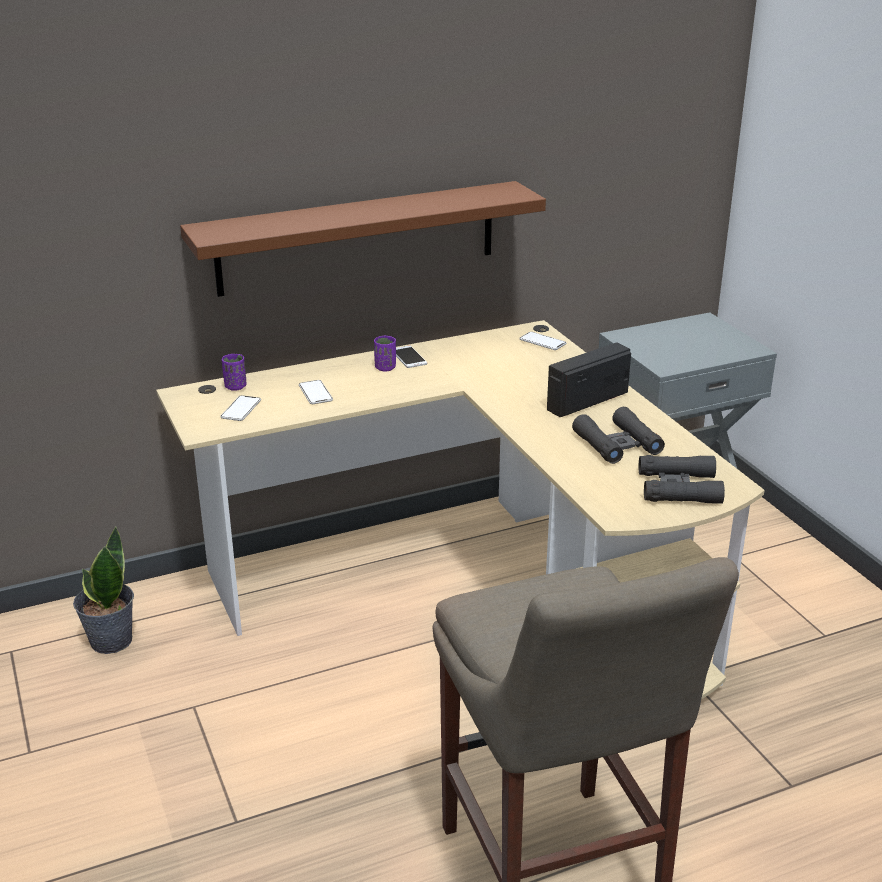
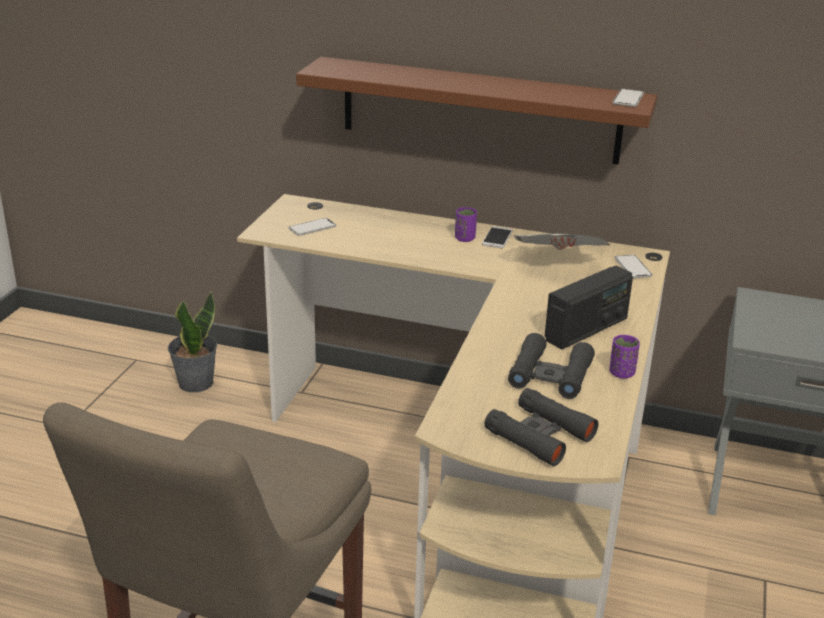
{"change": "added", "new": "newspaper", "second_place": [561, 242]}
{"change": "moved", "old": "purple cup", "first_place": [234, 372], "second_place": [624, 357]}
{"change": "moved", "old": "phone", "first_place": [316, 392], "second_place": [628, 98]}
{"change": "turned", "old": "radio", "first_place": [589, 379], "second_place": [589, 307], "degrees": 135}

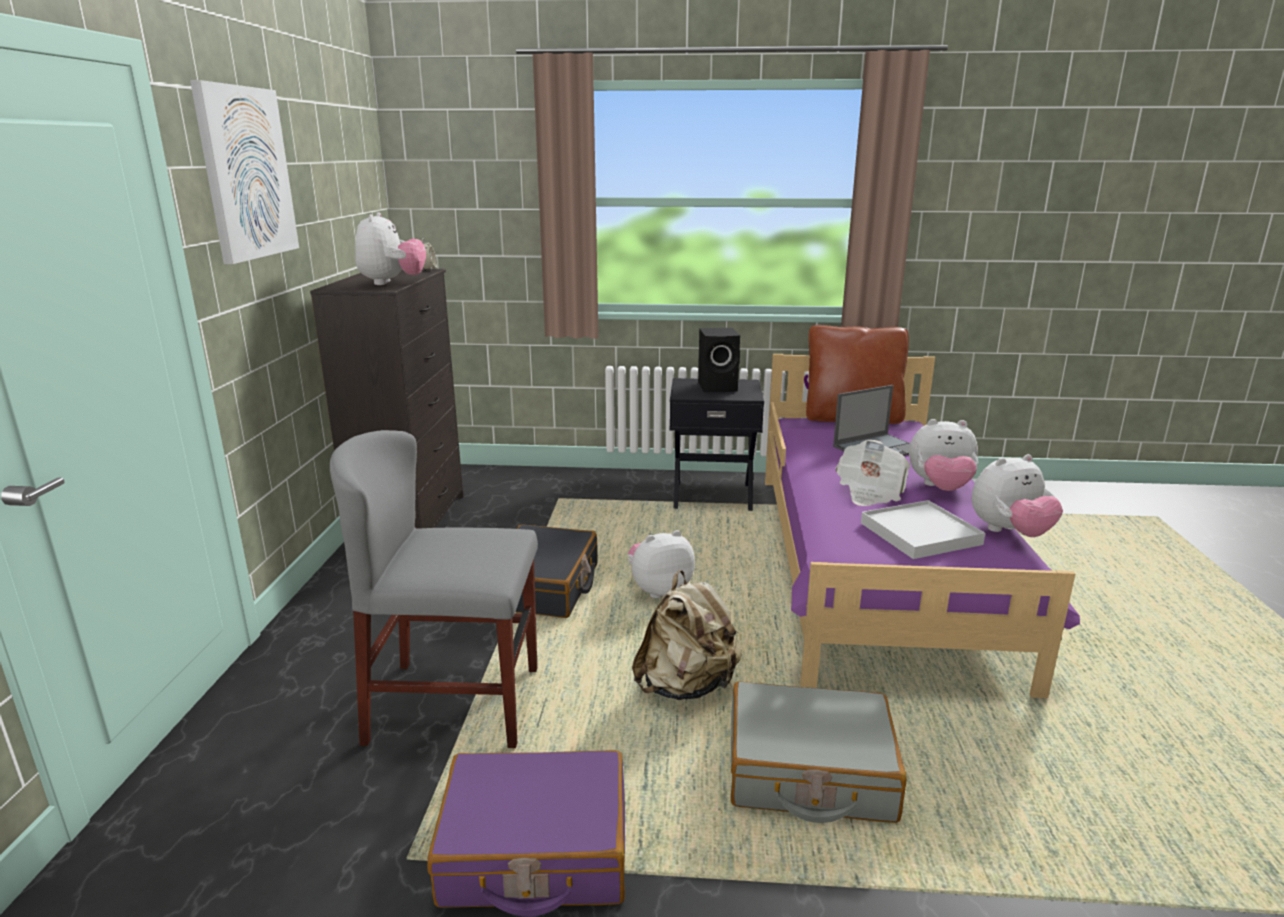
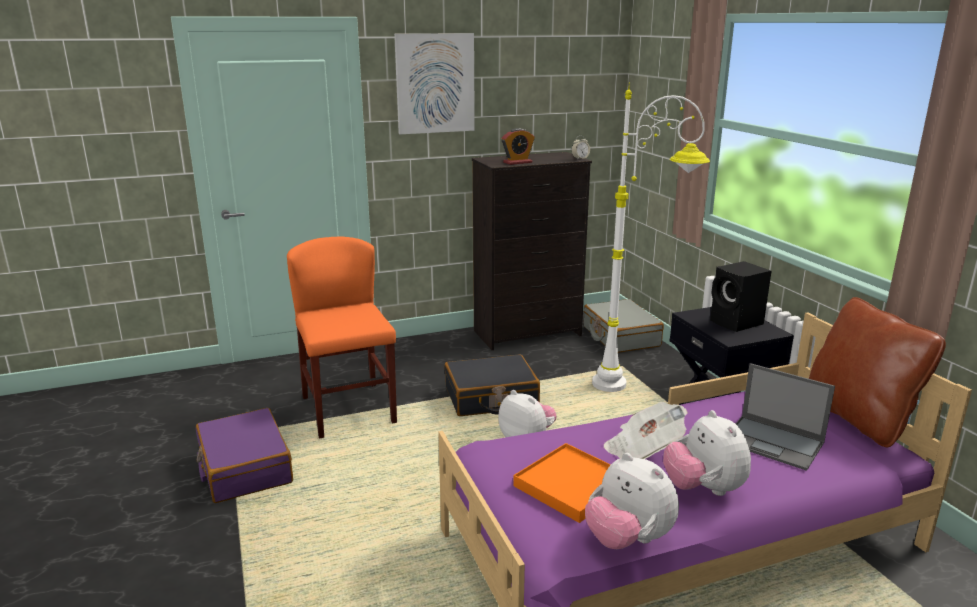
{"change": "removed", "old": "beige backpack", "first_place": [687, 635]}
{"change": "added", "new": "white floor lamp", "second_place": [651, 237]}
{"change": "moved", "old": "grey suitcase", "first_place": [819, 752], "second_place": [624, 326]}
{"change": "replaced", "old": "plush toy", "new": "alarm clock", "first_place": [390, 248], "second_place": [518, 146]}
{"change": "recoloured", "old": "grey chair", "new": "orange chair", "first_place": [434, 589], "second_place": [342, 337]}
{"change": "recoloured", "old": "white tray", "new": "orange tray", "first_place": [923, 529], "second_place": [562, 483]}

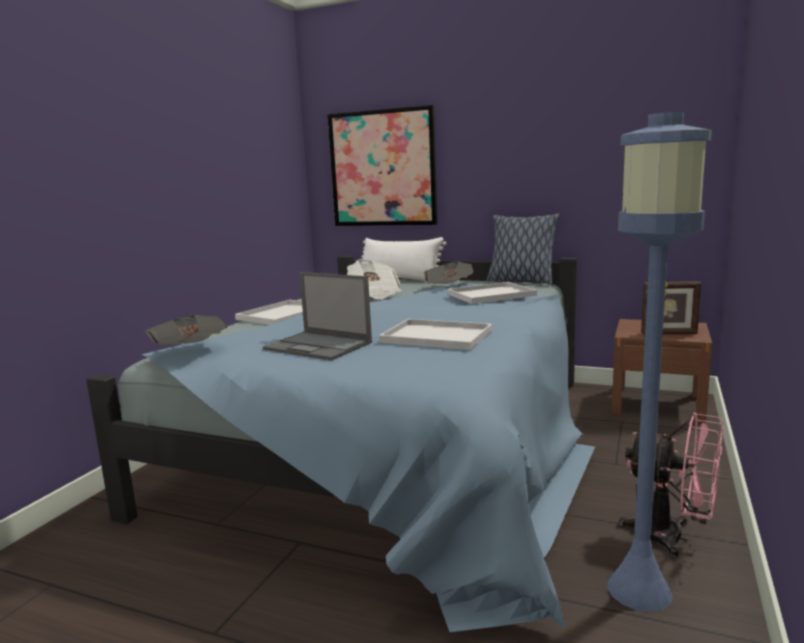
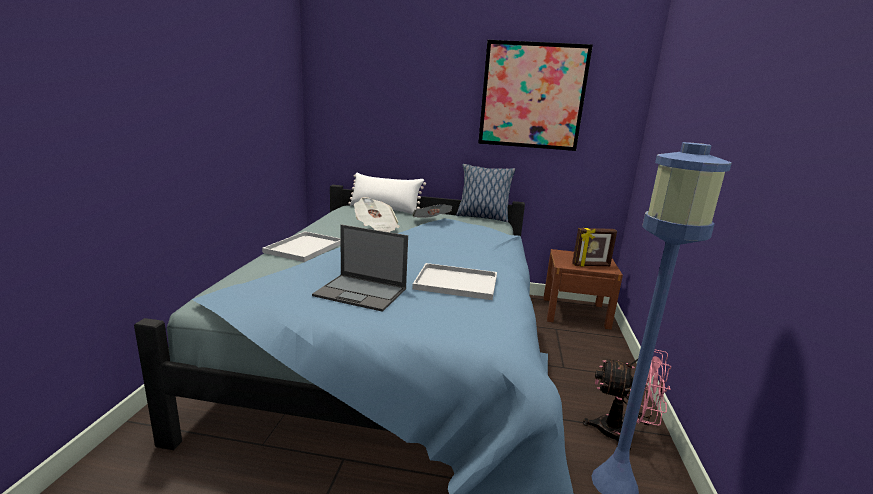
{"change": "removed", "old": "newspaper", "first_place": [185, 330]}
{"change": "removed", "old": "white tray", "first_place": [492, 293]}
{"change": "moved", "old": "picture", "first_place": [382, 165], "second_place": [535, 95]}

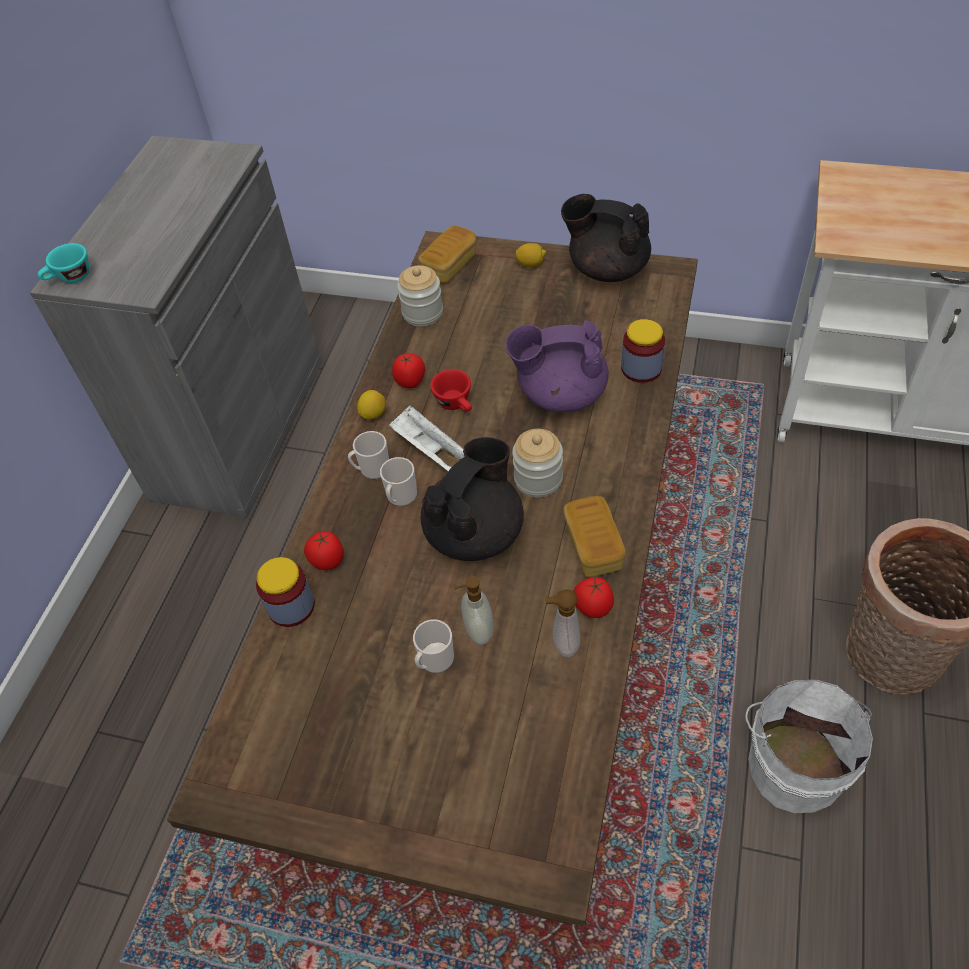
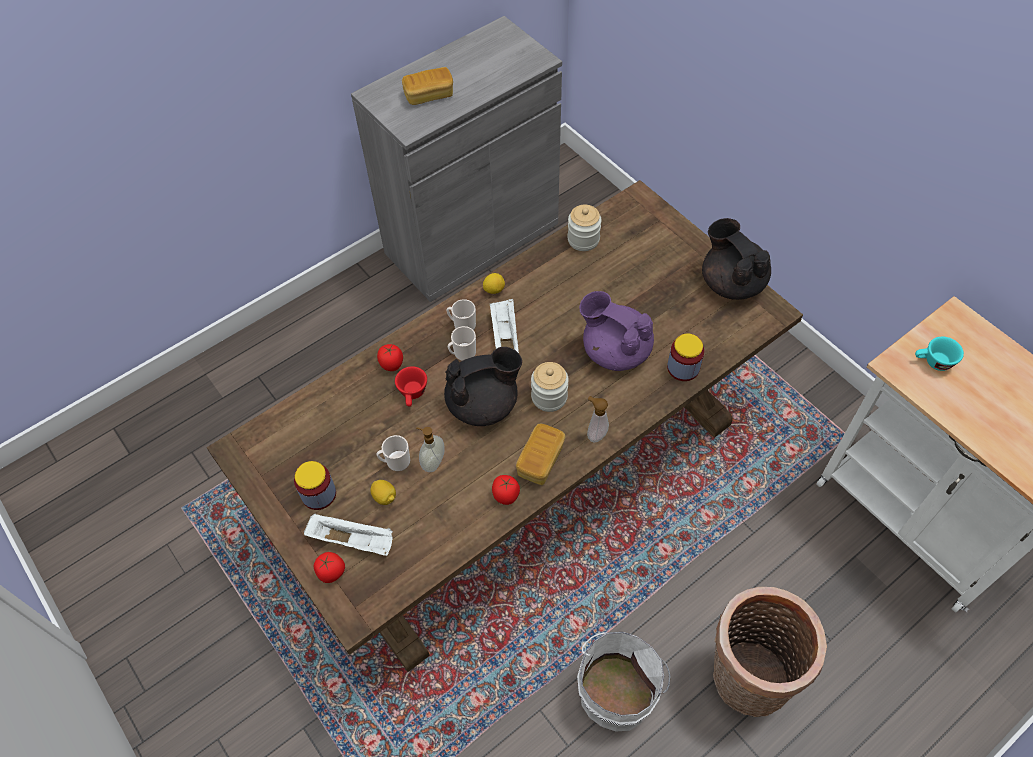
{"change": "added", "new": "white tray", "second_place": [348, 534]}
{"change": "moved", "old": "turquoise cup", "first_place": [63, 263], "second_place": [939, 354]}
{"change": "moved", "old": "jar", "first_place": [285, 592], "second_place": [315, 485]}
{"change": "moved", "old": "tomato", "first_place": [408, 370], "second_place": [329, 567]}
{"change": "moved", "old": "bread", "first_place": [447, 254], "second_place": [427, 86]}
{"change": "moved", "old": "red cup", "first_place": [451, 390], "second_place": [411, 386]}
{"change": "moved", "old": "lemon", "first_place": [530, 255], "second_place": [383, 492]}
{"change": "moved", "old": "soap dispenser", "first_place": [562, 623], "second_place": [598, 419]}

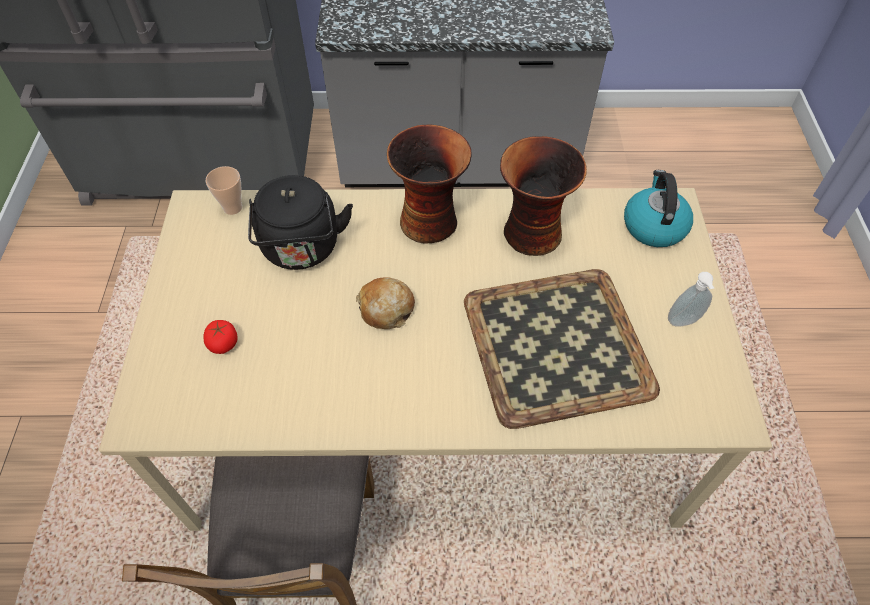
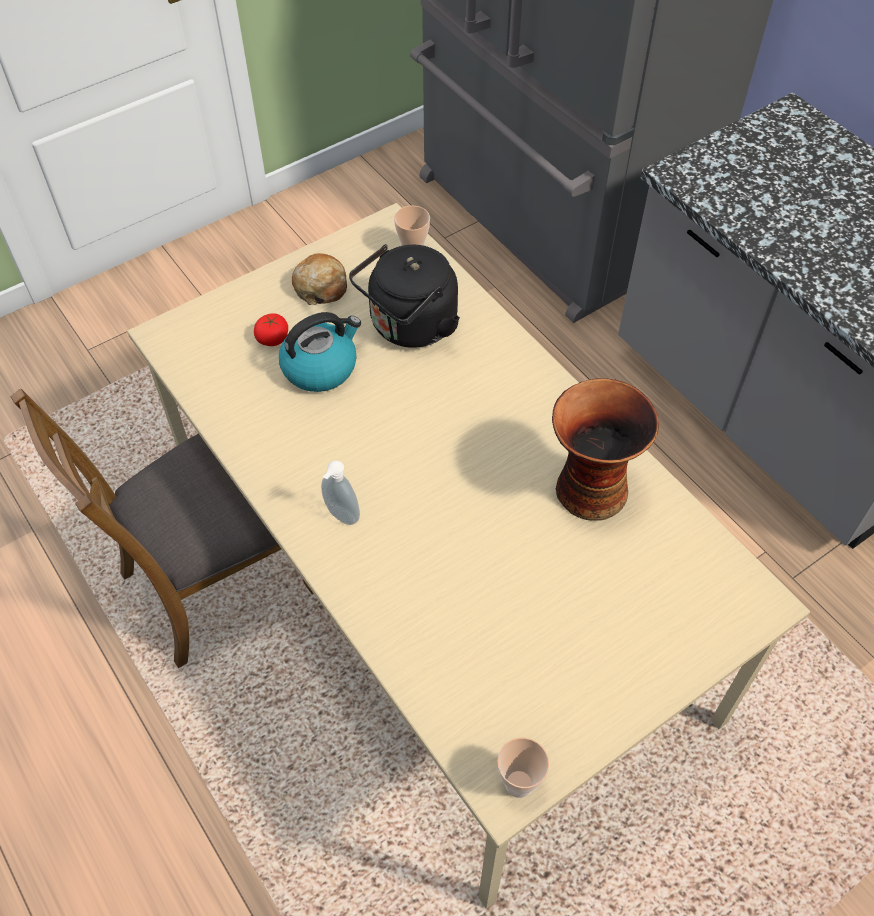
{"change": "removed", "old": "vase", "first_place": [429, 184]}
{"change": "removed", "old": "tray", "first_place": [562, 349]}
{"change": "added", "new": "cup", "second_place": [523, 767]}
{"change": "moved", "old": "bread", "first_place": [385, 303], "second_place": [319, 279]}
{"change": "moved", "old": "kettle", "first_place": [658, 208], "second_place": [320, 352]}
{"change": "moved", "old": "soap dispenser", "first_place": [691, 299], "second_place": [340, 493]}

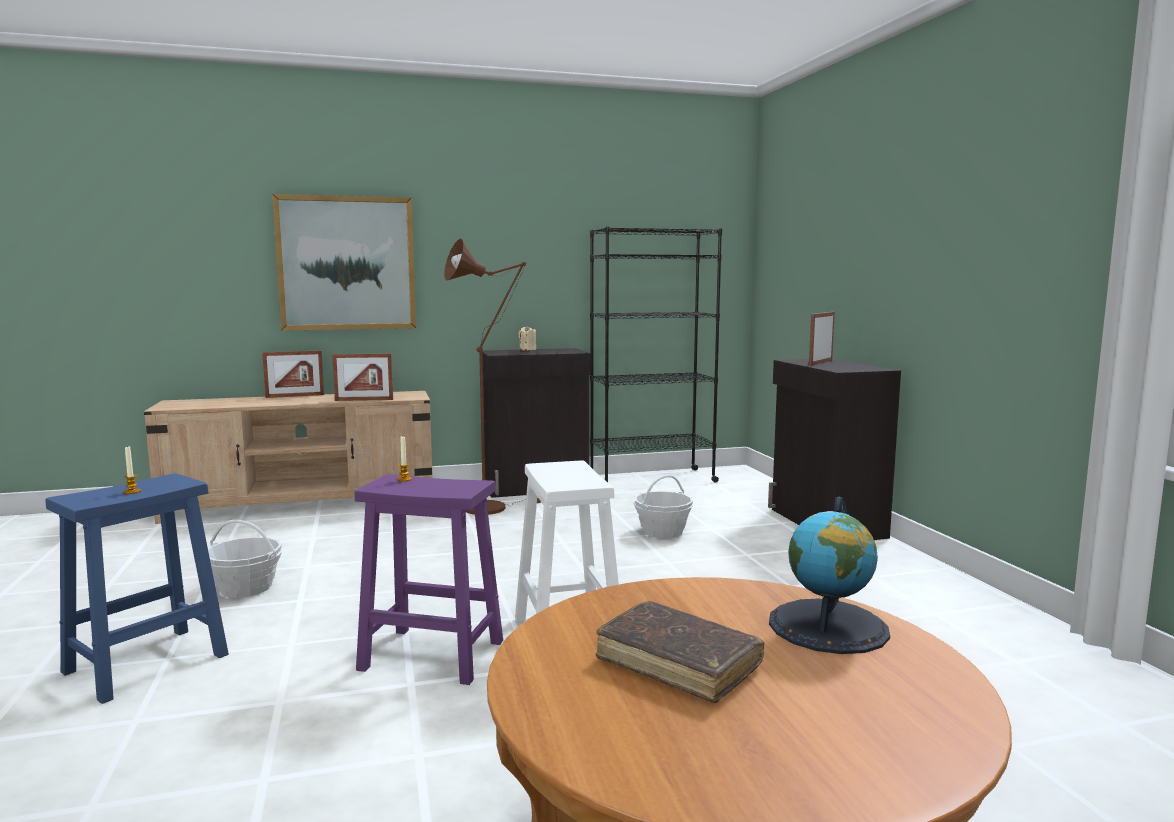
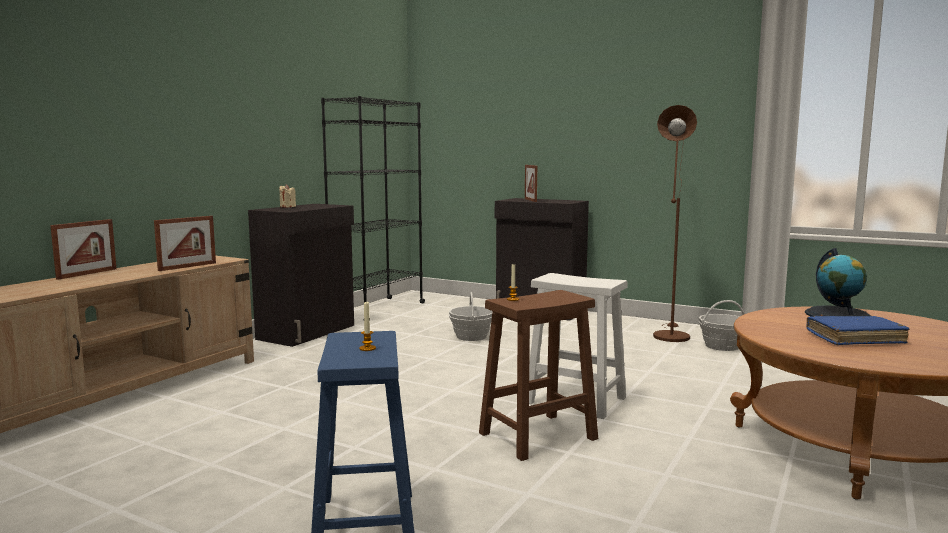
{"change": "removed", "old": "picture", "first_place": [344, 262]}
{"change": "moved", "old": "basket", "first_place": [245, 559], "second_place": [722, 325]}
{"change": "moved", "old": "brown floor lamp", "first_place": [492, 377], "second_place": [675, 223]}
{"change": "recoloured", "old": "purple stool", "new": "brown stool", "first_place": [429, 579], "second_place": [538, 375]}
{"change": "recoloured", "old": "brown book", "new": "blue book", "first_place": [679, 652], "second_place": [858, 330]}

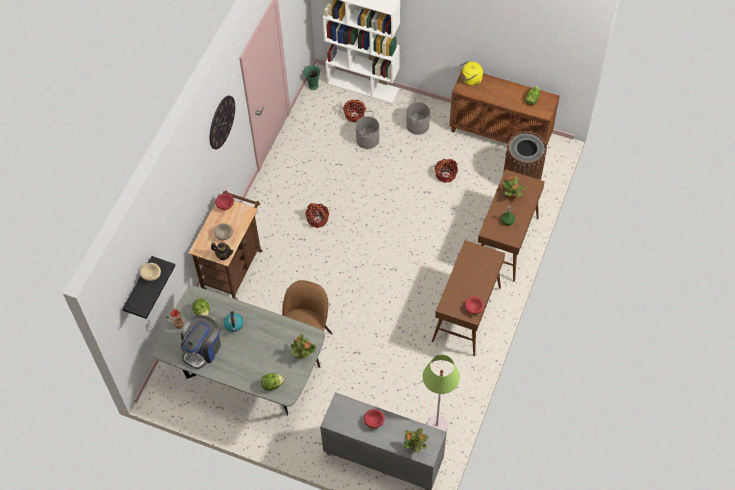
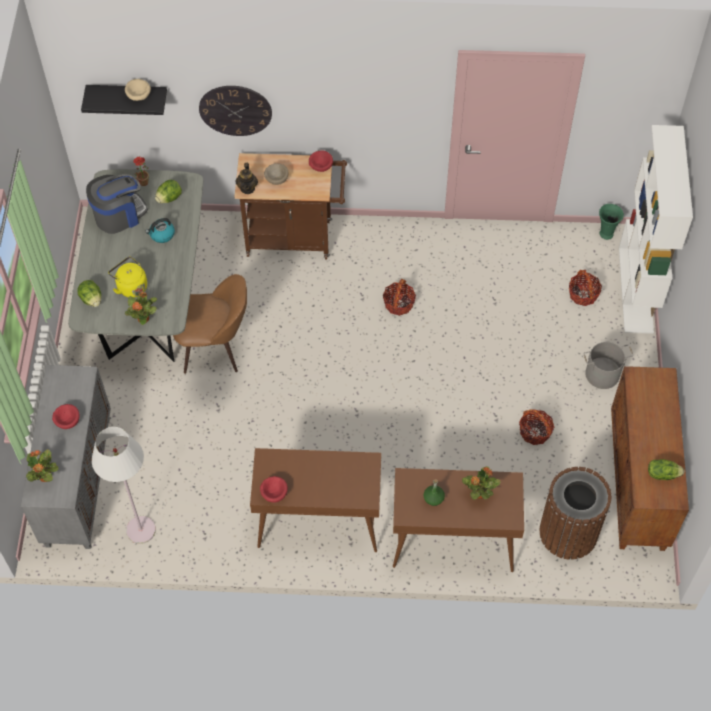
{"change": "removed", "old": "grey bucket", "first_place": [367, 130]}
{"change": "moved", "old": "wall clock", "first_place": [222, 123], "second_place": [235, 111]}
{"change": "moved", "old": "yellow kettle", "first_place": [471, 73], "second_place": [127, 276]}
{"change": "recoloured", "old": "green floor lamp", "new": "white floor lamp", "first_place": [441, 393], "second_place": [124, 485]}
{"change": "turned", "old": "coffee machine", "first_place": [201, 342], "second_place": [117, 204], "degrees": 135}

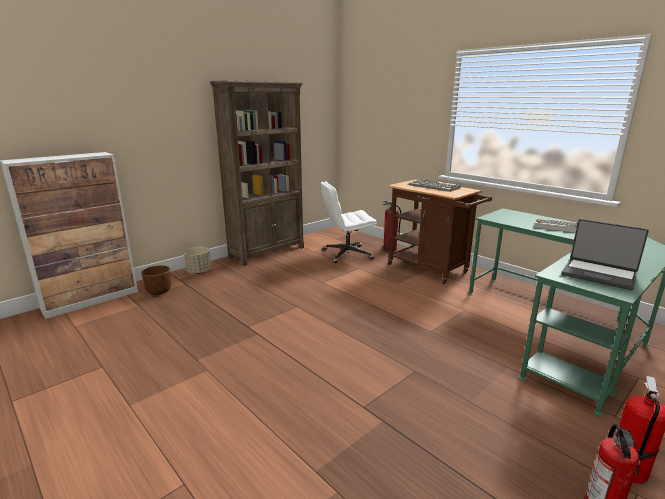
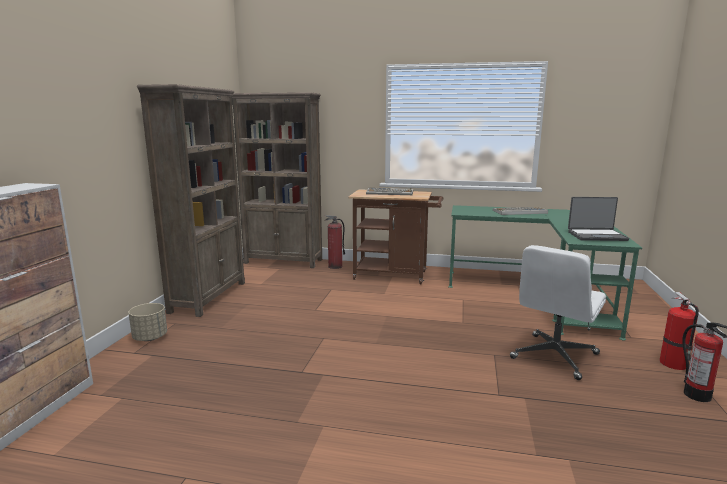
{"change": "removed", "old": "brown planter", "first_place": [156, 280]}
{"change": "added", "new": "brown bookcase", "second_place": [277, 180]}
{"change": "moved", "old": "white office chair", "first_place": [349, 222], "second_place": [558, 312]}

